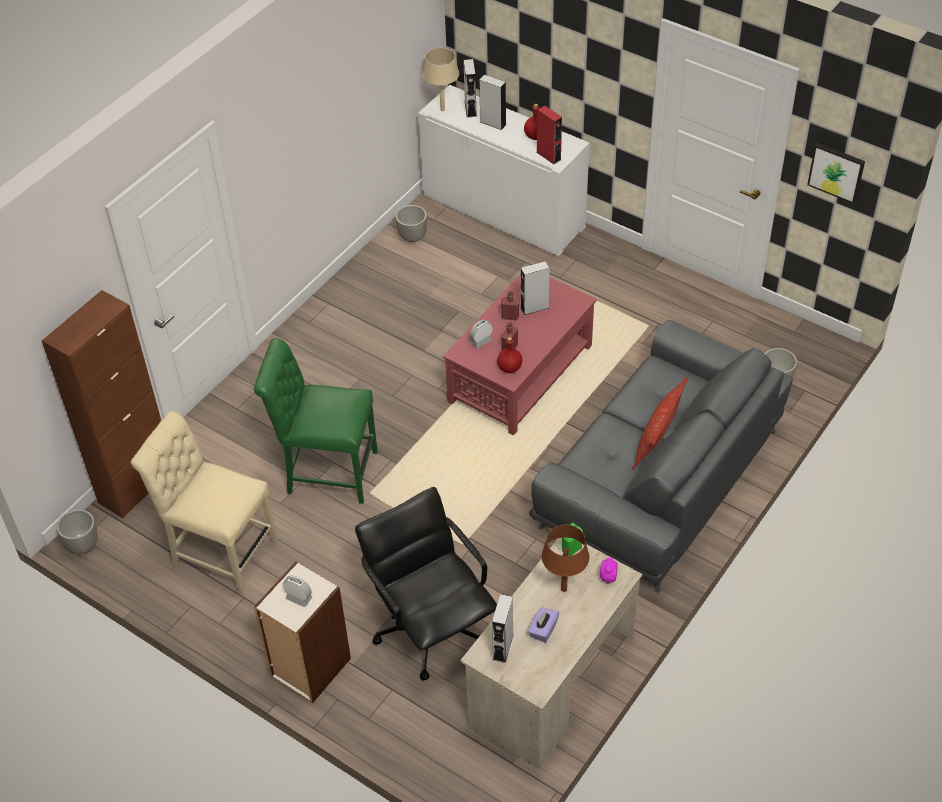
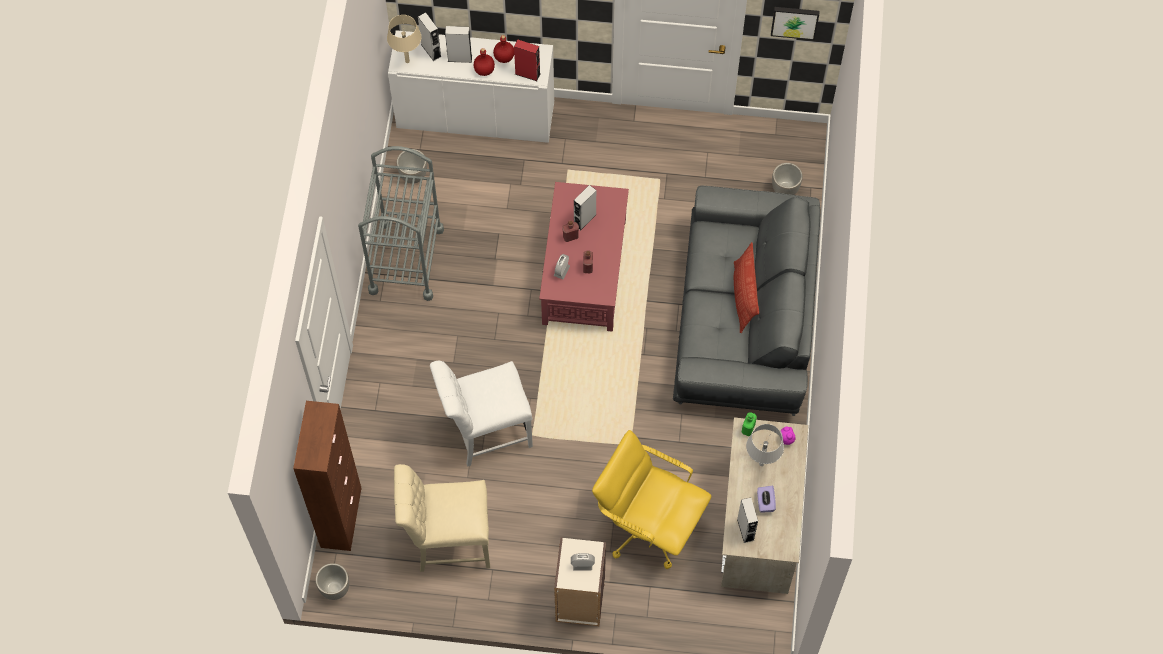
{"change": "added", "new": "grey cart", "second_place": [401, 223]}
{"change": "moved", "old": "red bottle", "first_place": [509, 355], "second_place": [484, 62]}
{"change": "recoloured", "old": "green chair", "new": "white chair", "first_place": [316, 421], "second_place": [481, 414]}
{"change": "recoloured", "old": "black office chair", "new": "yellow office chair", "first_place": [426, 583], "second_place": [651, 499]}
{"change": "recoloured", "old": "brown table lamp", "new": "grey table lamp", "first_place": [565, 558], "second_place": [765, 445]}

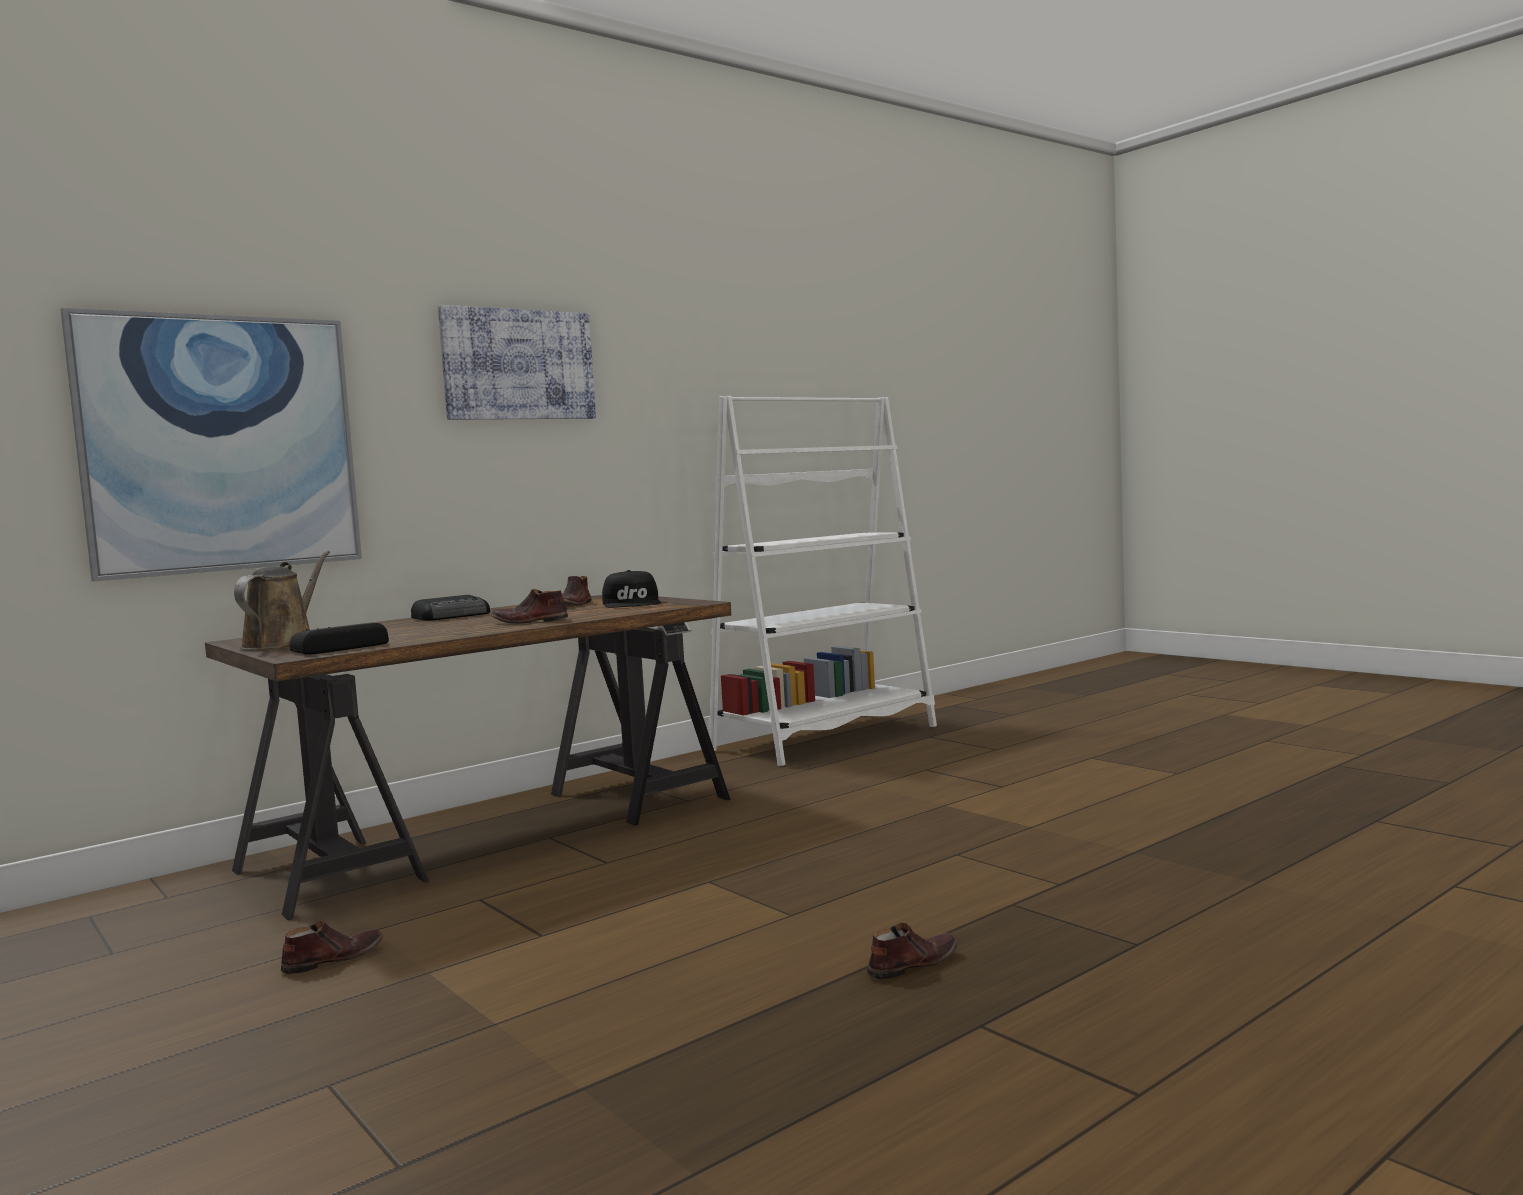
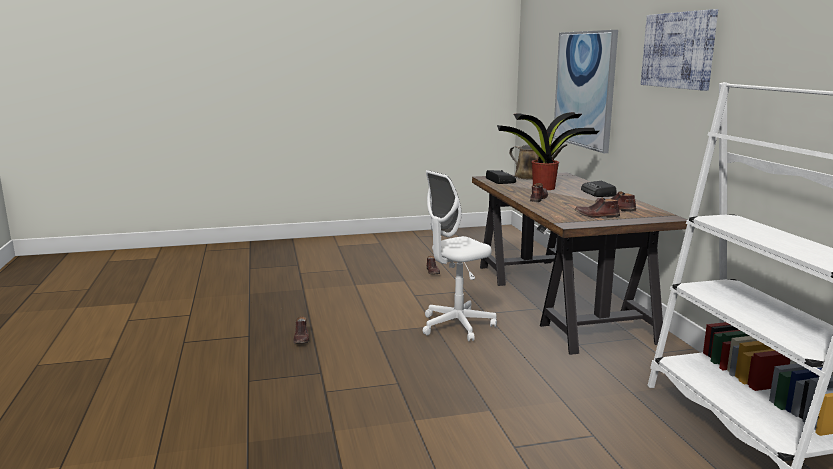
{"change": "added", "new": "white office chair", "second_place": [460, 256]}
{"change": "added", "new": "potted plant", "second_place": [548, 151]}
{"change": "replaced", "old": "black cap", "new": "brown shoe", "first_place": [631, 589], "second_place": [597, 207]}

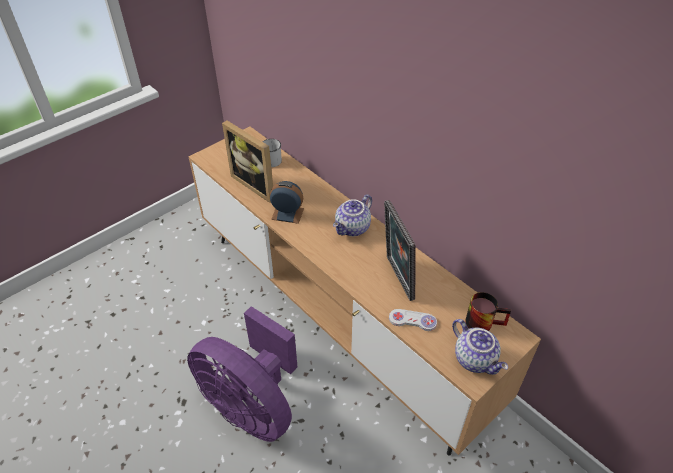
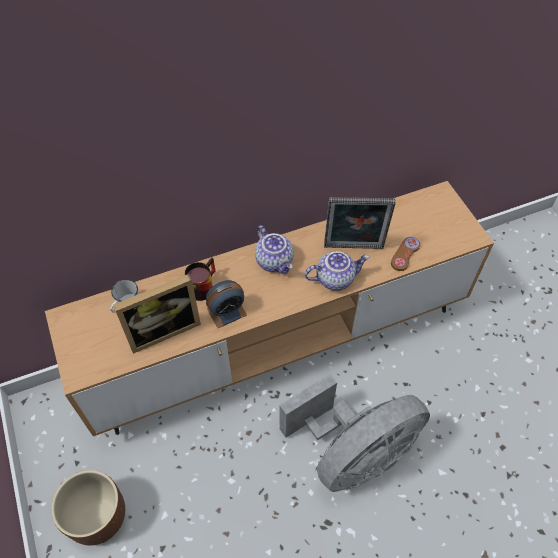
{"change": "added", "new": "brown planter", "second_place": [88, 507]}
{"change": "moved", "old": "teapot", "first_place": [480, 347], "second_place": [337, 271]}
{"change": "moved", "old": "mug", "first_place": [488, 311], "second_place": [199, 279]}
{"change": "recoloured", "old": "purple fan", "new": "grey fan", "first_place": [242, 374], "second_place": [354, 433]}
{"change": "recoloured", "old": "white game controller", "new": "brown game controller", "first_place": [413, 320], "second_place": [405, 254]}
{"change": "turned", "old": "alarm clock", "first_place": [287, 202], "second_place": [226, 304], "degrees": -150}

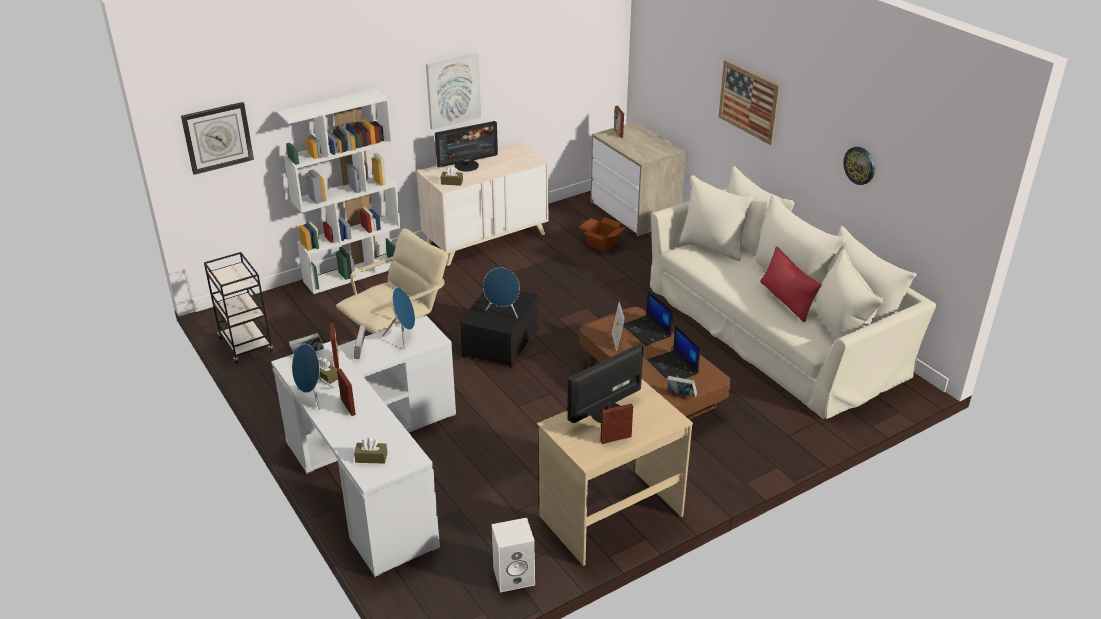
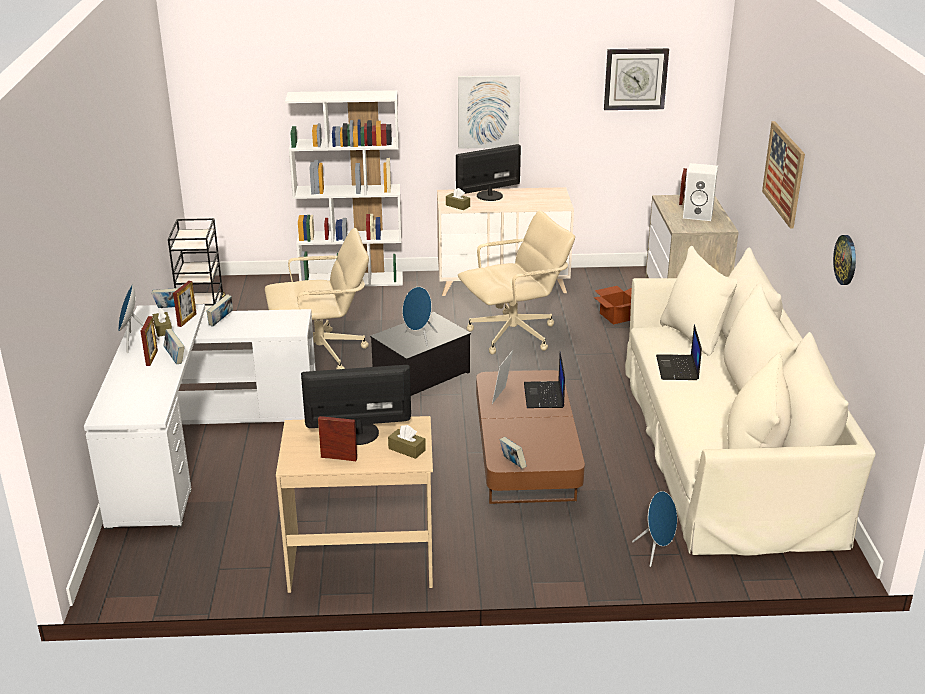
{"change": "removed", "old": "red pillow", "first_place": [791, 284]}
{"change": "added", "new": "book", "second_place": [174, 346]}
{"change": "added", "new": "beige office chair", "second_place": [516, 282]}
{"change": "moved", "old": "wall clock", "first_place": [217, 138], "second_place": [636, 79]}
{"change": "moved", "old": "brown tissue box", "first_place": [370, 451], "second_place": [407, 442]}
{"change": "moved", "old": "blue speaker", "first_place": [398, 318], "second_place": [654, 529]}
{"change": "moved", "old": "white speaker", "first_place": [513, 555], "second_place": [700, 192]}
{"change": "moved", "old": "laptop", "first_place": [673, 352], "second_place": [679, 352]}
{"change": "turned", "old": "monitor", "first_place": [466, 146], "second_place": [488, 172], "degrees": 150}

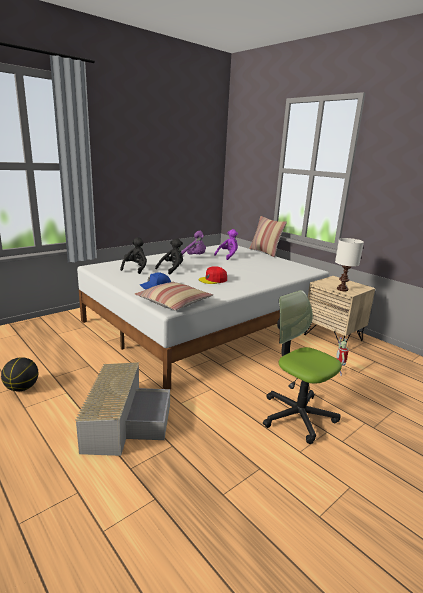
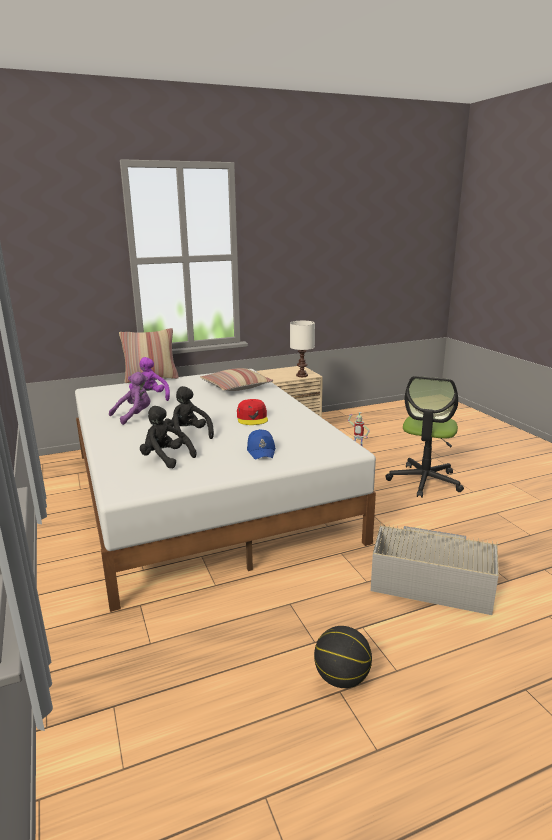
{"change": "moved", "old": "pillow", "first_place": [173, 296], "second_place": [236, 379]}
{"change": "turned", "old": "office chair", "first_place": [302, 367], "second_place": [424, 437], "degrees": -45}

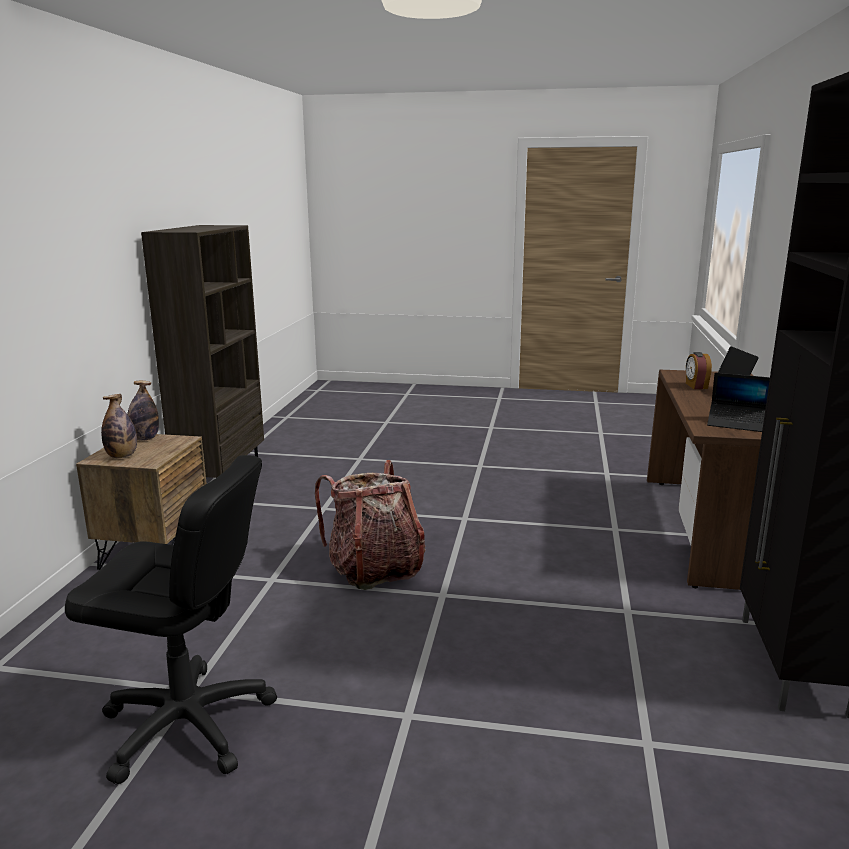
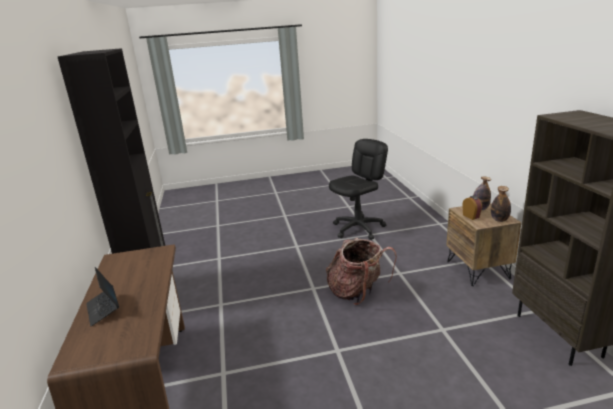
{"change": "removed", "old": "laptop", "first_place": [738, 402]}
{"change": "moved", "old": "alarm clock", "first_place": [699, 370], "second_place": [472, 208]}
{"change": "turned", "old": "black office chair", "first_place": [171, 619], "second_place": [358, 189], "degrees": 150}

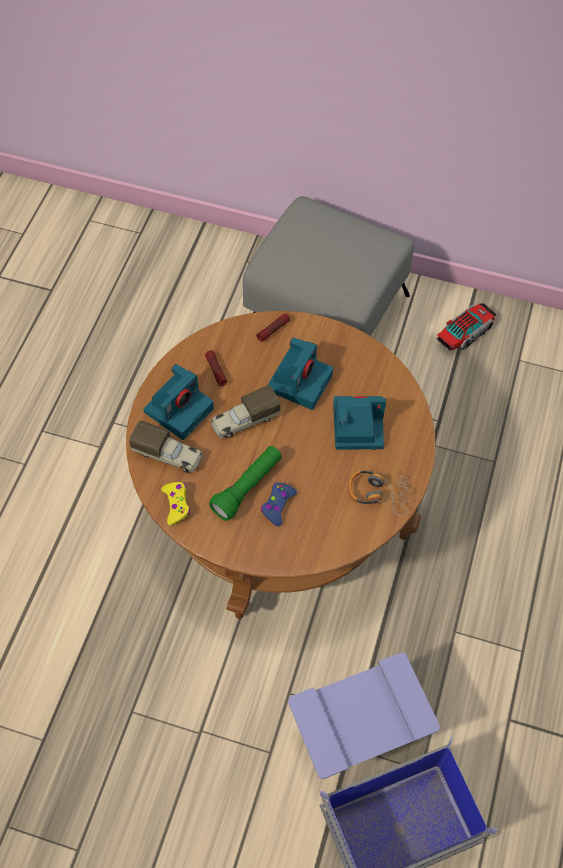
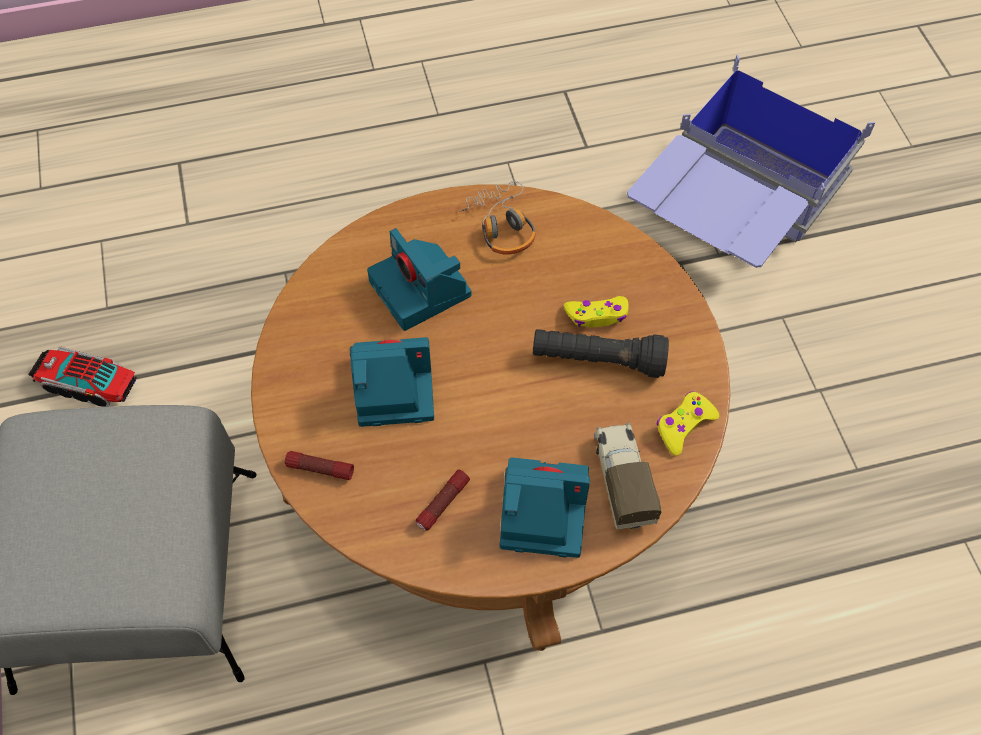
{"change": "removed", "old": "toy truck", "first_place": [246, 411]}
{"change": "recoloured", "old": "green flashlight", "new": "black flashlight", "first_place": [245, 483], "second_place": [601, 353]}
{"change": "recoloured", "old": "blue game controller", "new": "yellow game controller", "first_place": [279, 504], "second_place": [596, 311]}

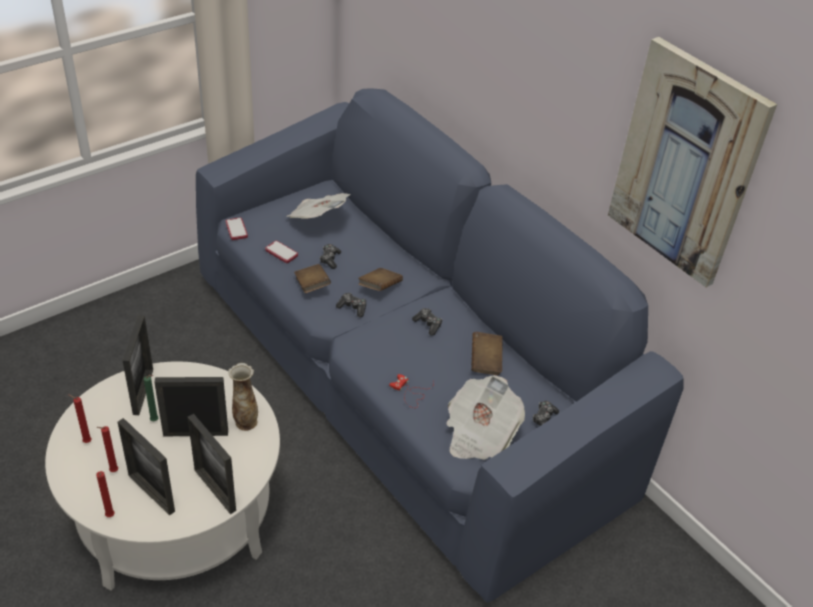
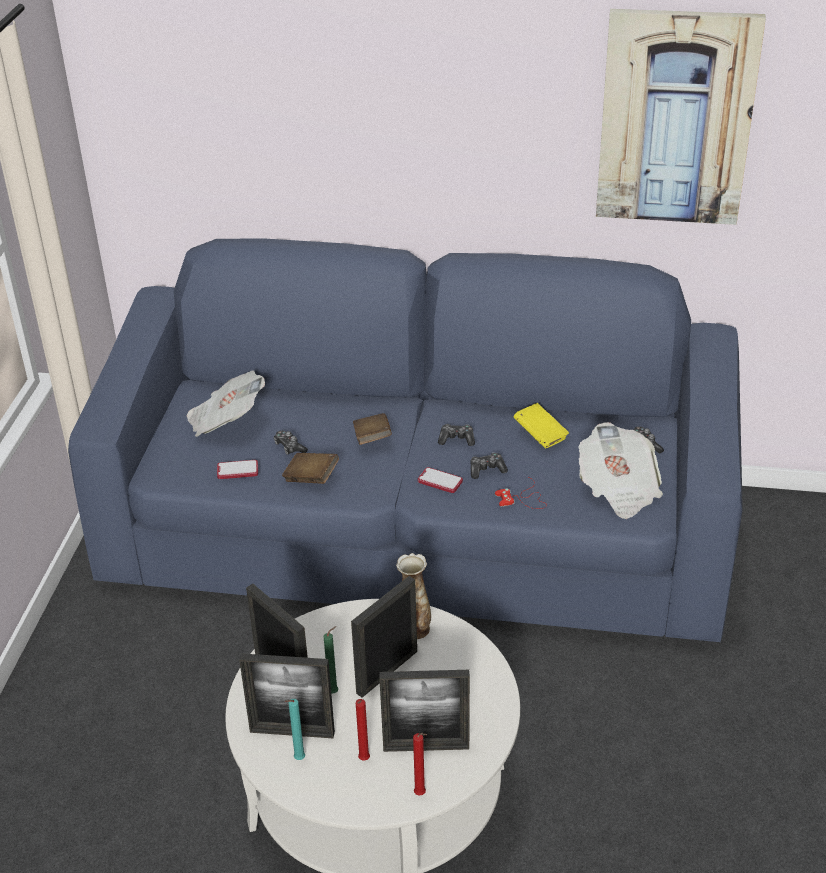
{"change": "moved", "old": "picture frame", "first_place": [212, 464], "second_place": [287, 695]}
{"change": "moved", "old": "phone", "first_place": [237, 228], "second_place": [440, 480]}
{"change": "moved", "old": "game controller", "first_place": [351, 305], "second_place": [489, 466]}
{"change": "recoloured", "old": "red candle", "new": "turquoise candle", "first_place": [79, 418], "second_place": [295, 729]}
{"change": "recoloured", "old": "brown book", "new": "yellow book", "first_place": [487, 353], "second_place": [541, 425]}

